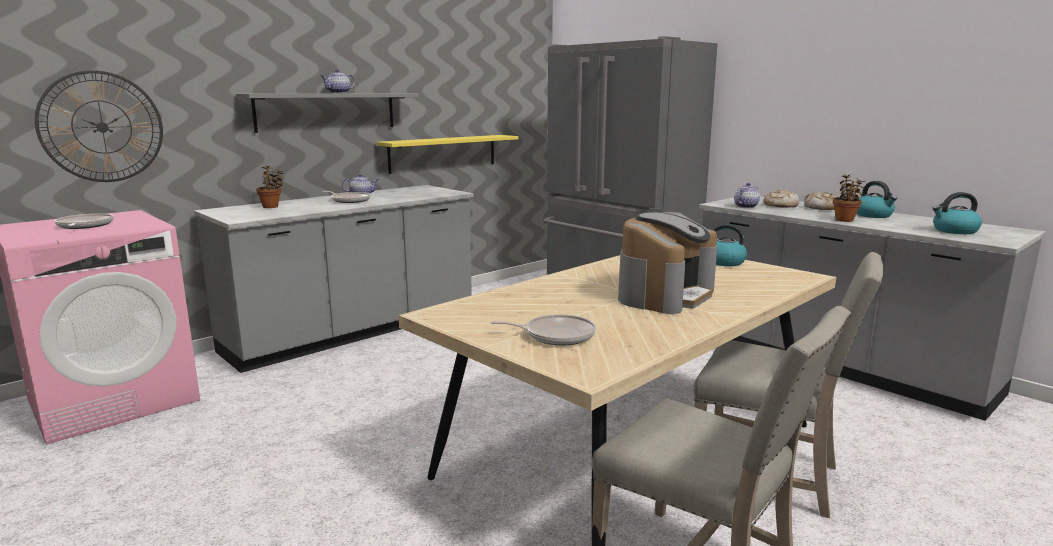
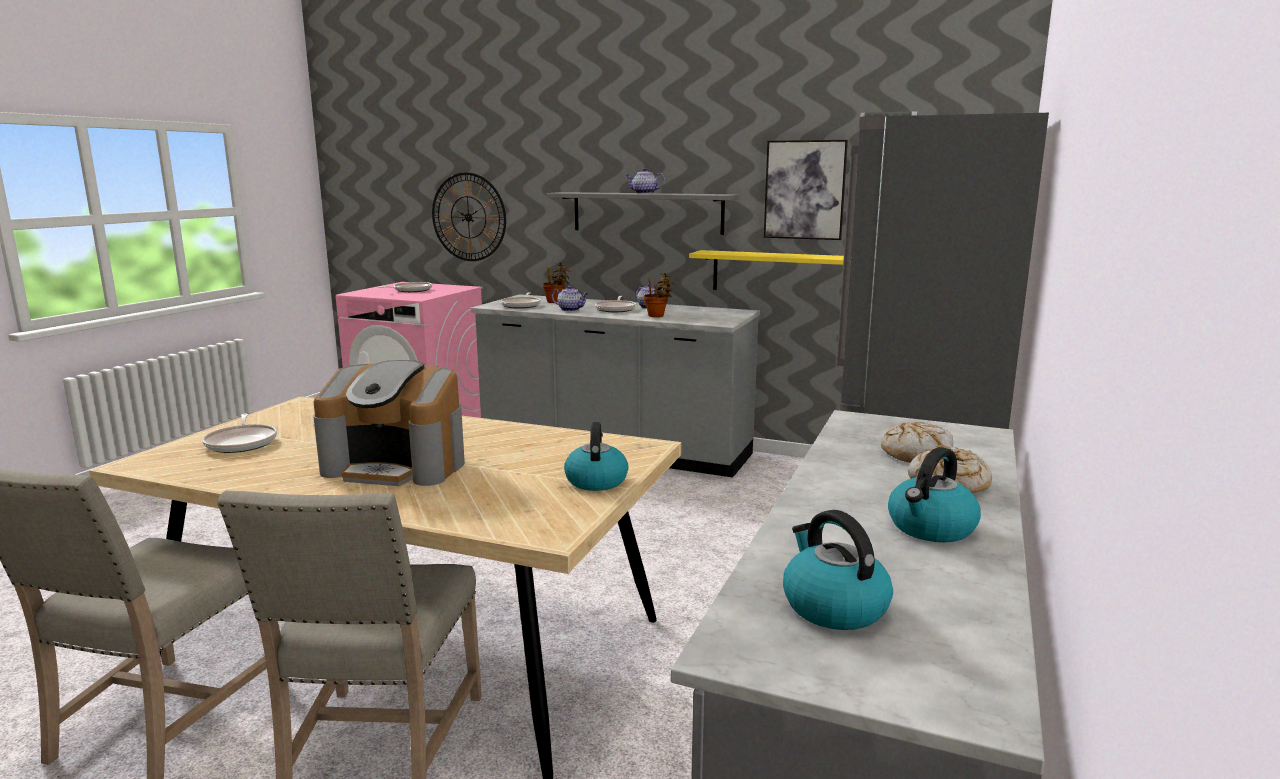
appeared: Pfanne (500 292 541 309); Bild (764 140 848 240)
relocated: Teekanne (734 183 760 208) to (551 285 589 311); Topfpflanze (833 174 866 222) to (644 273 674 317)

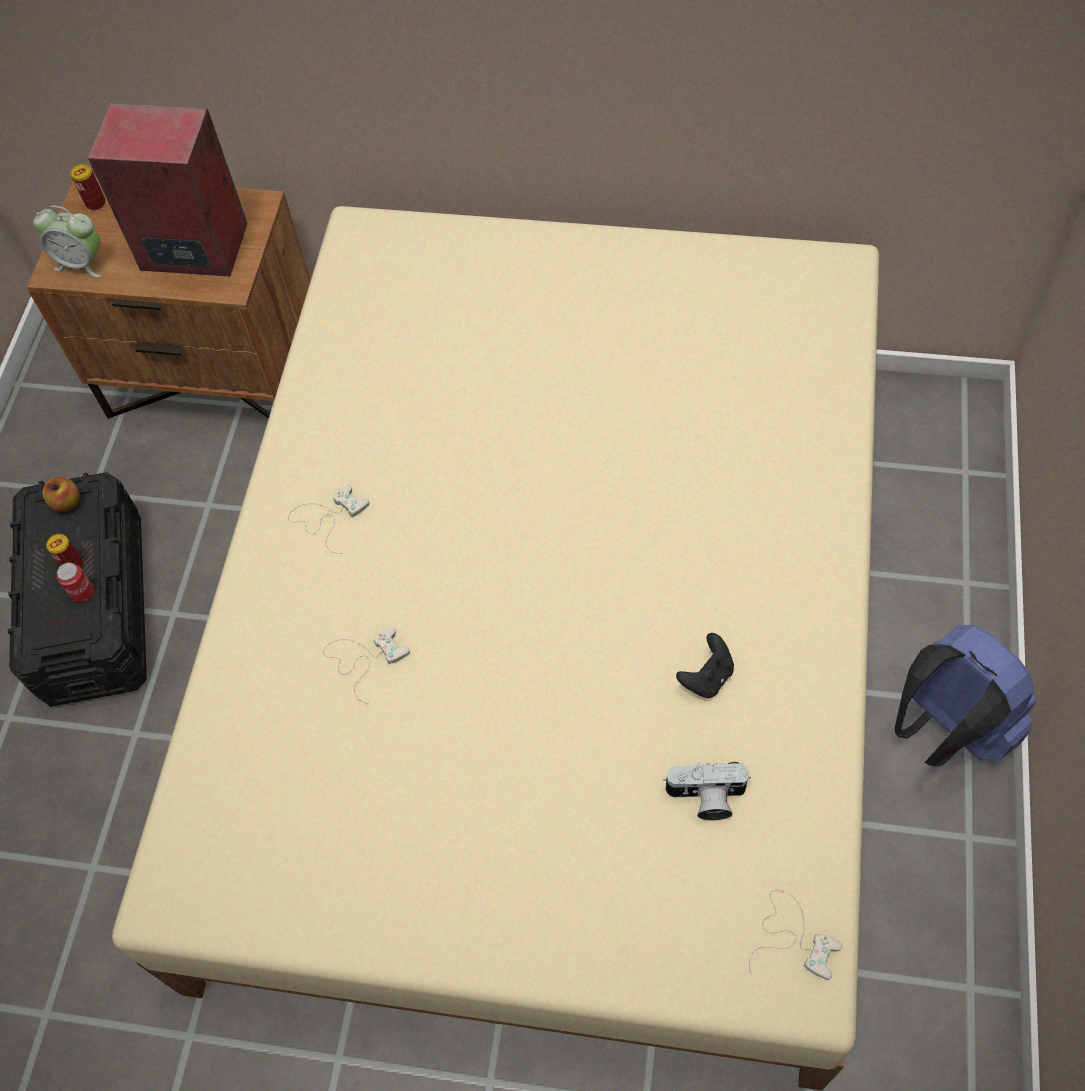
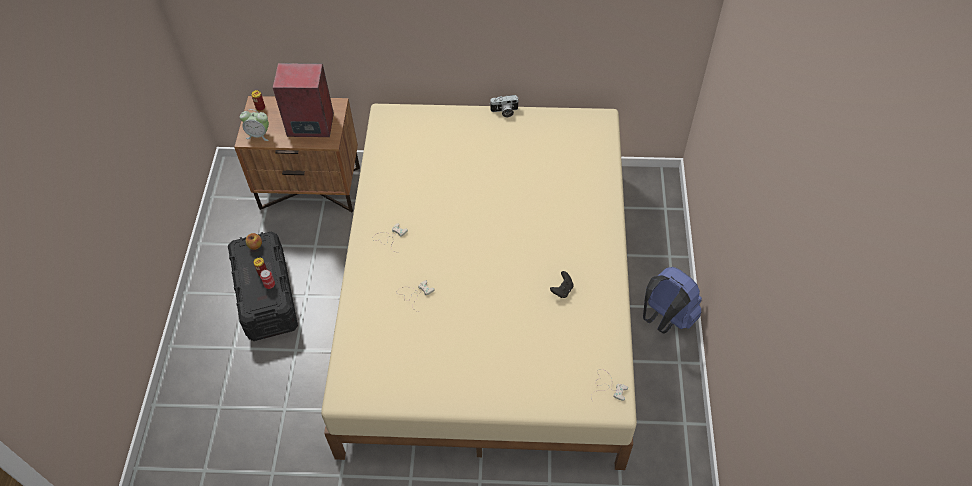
relocated: Kamera (663 762 751 820) to (489 95 519 117)

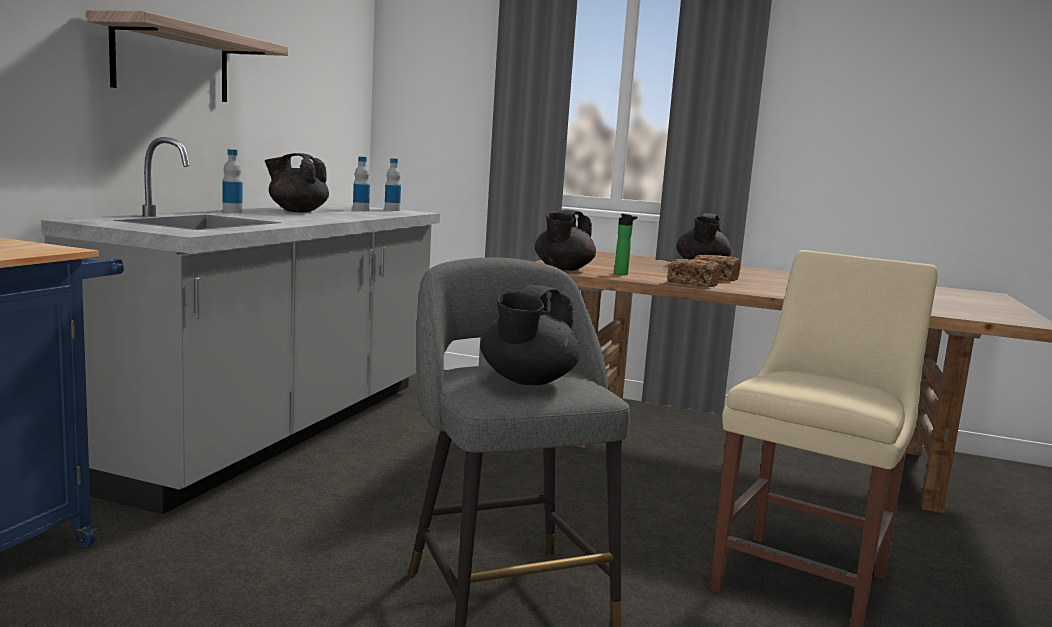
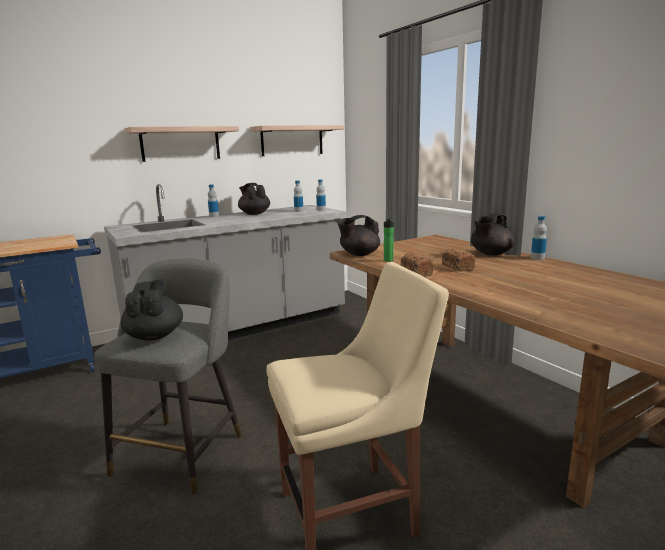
appeared: Wandregal (250 125 344 156); Flasche (531 216 547 260)
spun: Teekanne (schwarz) (480 284 580 385) = (120 279 183 341) 105 degrees clockwise

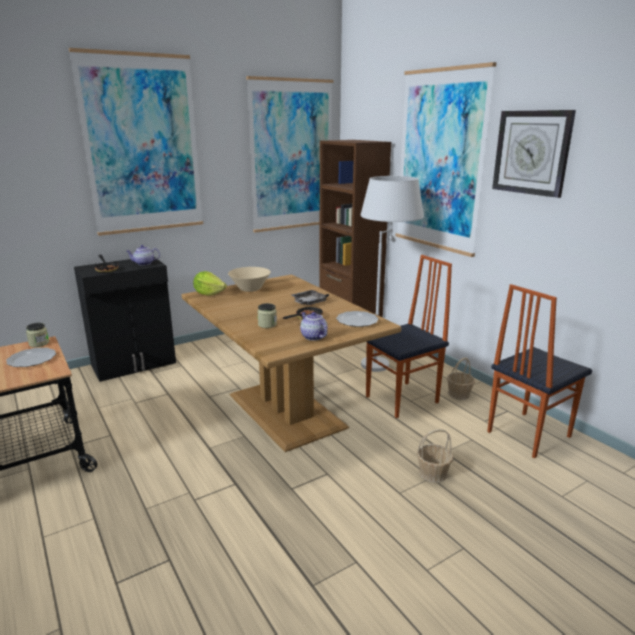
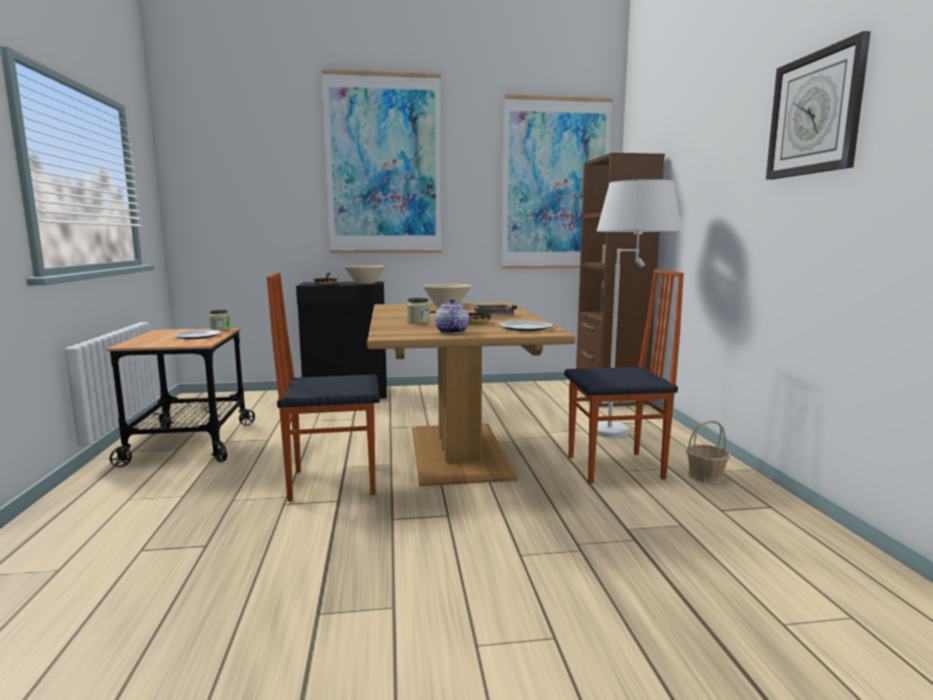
missing: Salatkopf (193 271 227 296); Bild (395 62 497 257); Korb (417 429 453 483)
relocated: Stuhl (487 284 592 458) to (267 272 380 501)
exchanged: Teekanne (126 245 160 266) to Schüssel (beige) (344 265 385 284)

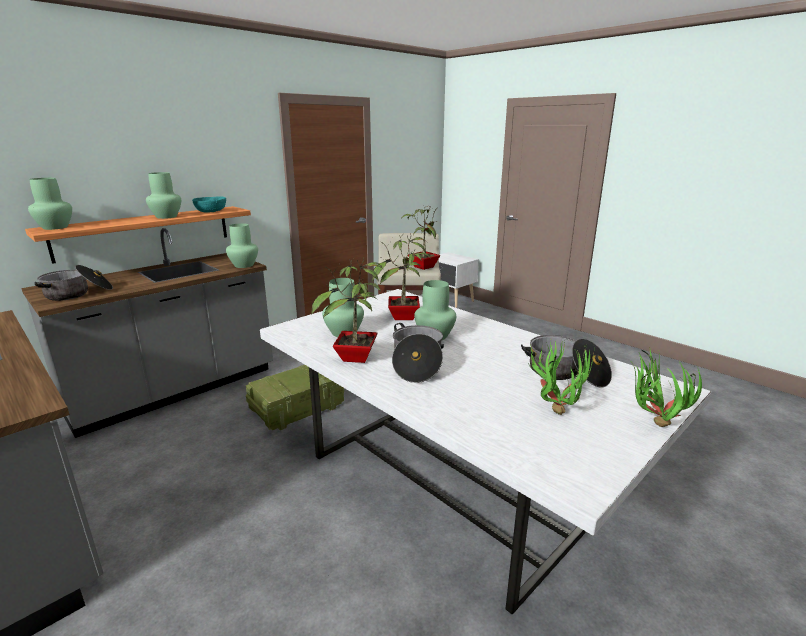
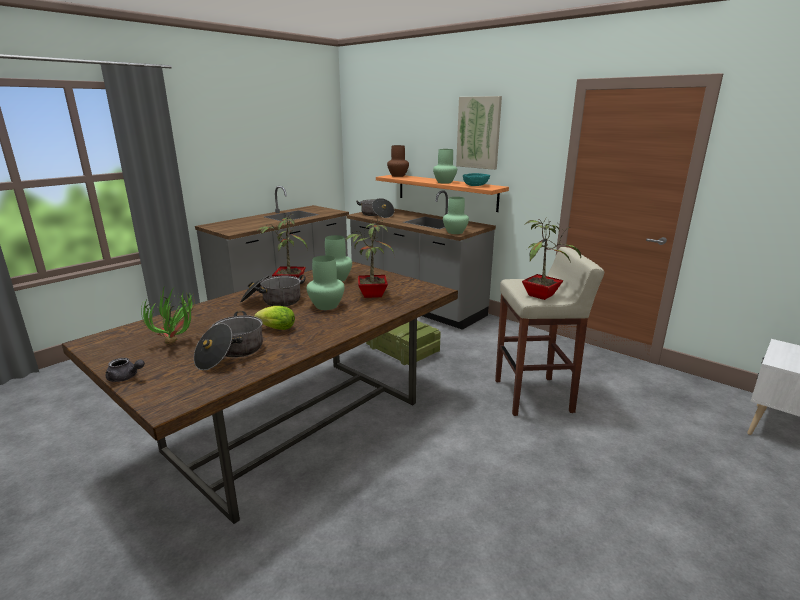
appeared: Salatkopf (254 306 295 330); Bild (456 96 502 170)
exchanged: Topfpflanze (632 347 702 427) to Teekanne (grau) (106 358 145 382)
colour: Vase (grün) (28 178 72 230) to Vase (braun) (387 145 409 177); Esstisch (weiß) (260 289 711 615) to Esstisch (braun) (62 261 458 524)

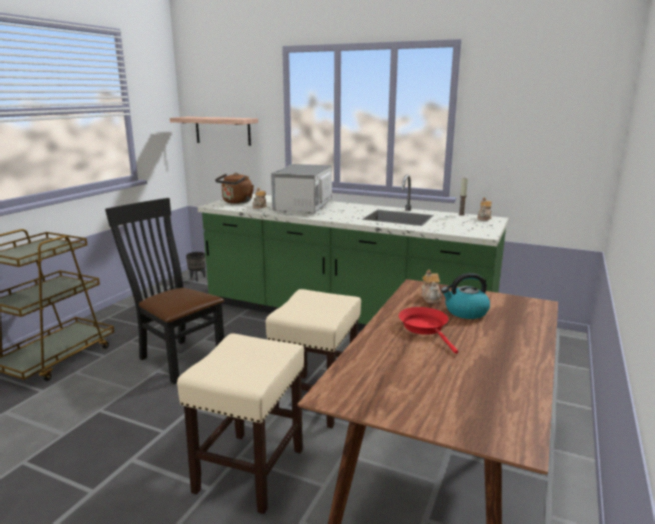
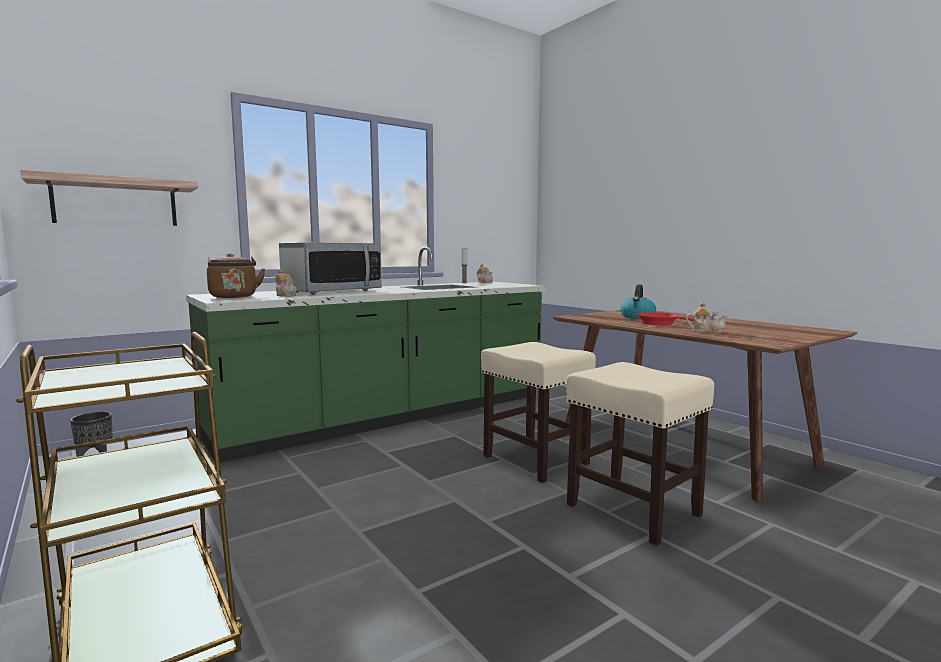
missing: Stuhl (schwarz) (105 198 224 384)
relocated: Teekanne (422 269 442 303) to (686 302 728 333)
spun: Mikrowelle (271 164 332 213) = (279 243 382 294) 90 degrees counterclockwise

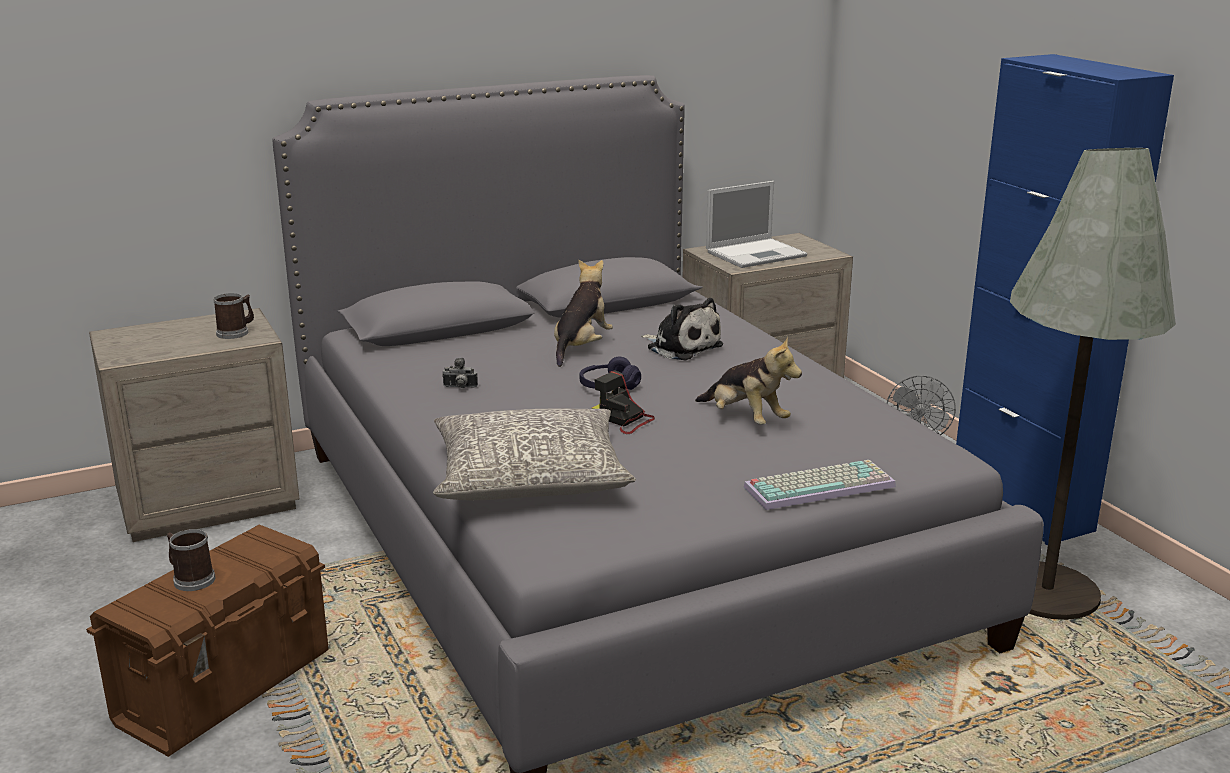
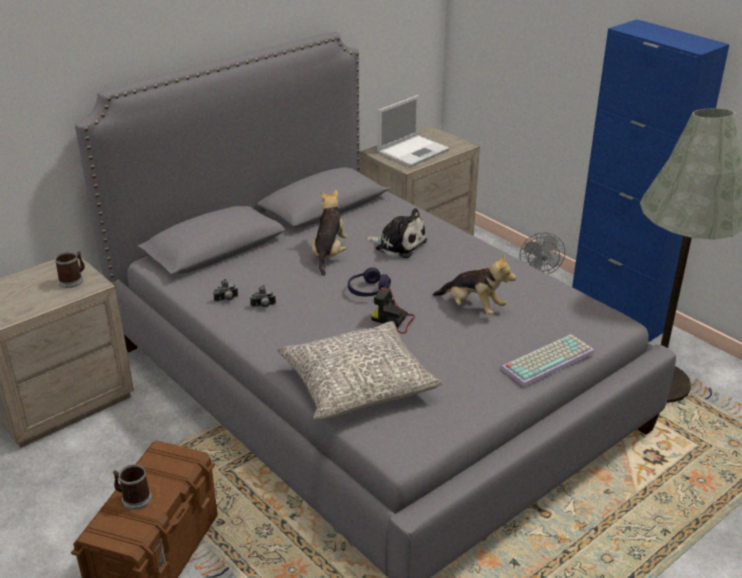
appeared: Kamera (213 279 238 302)

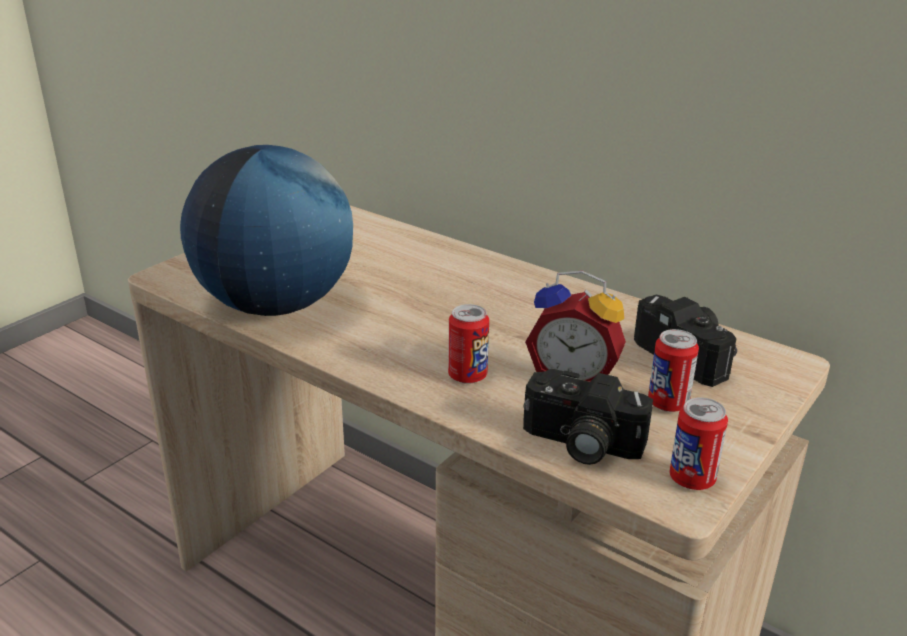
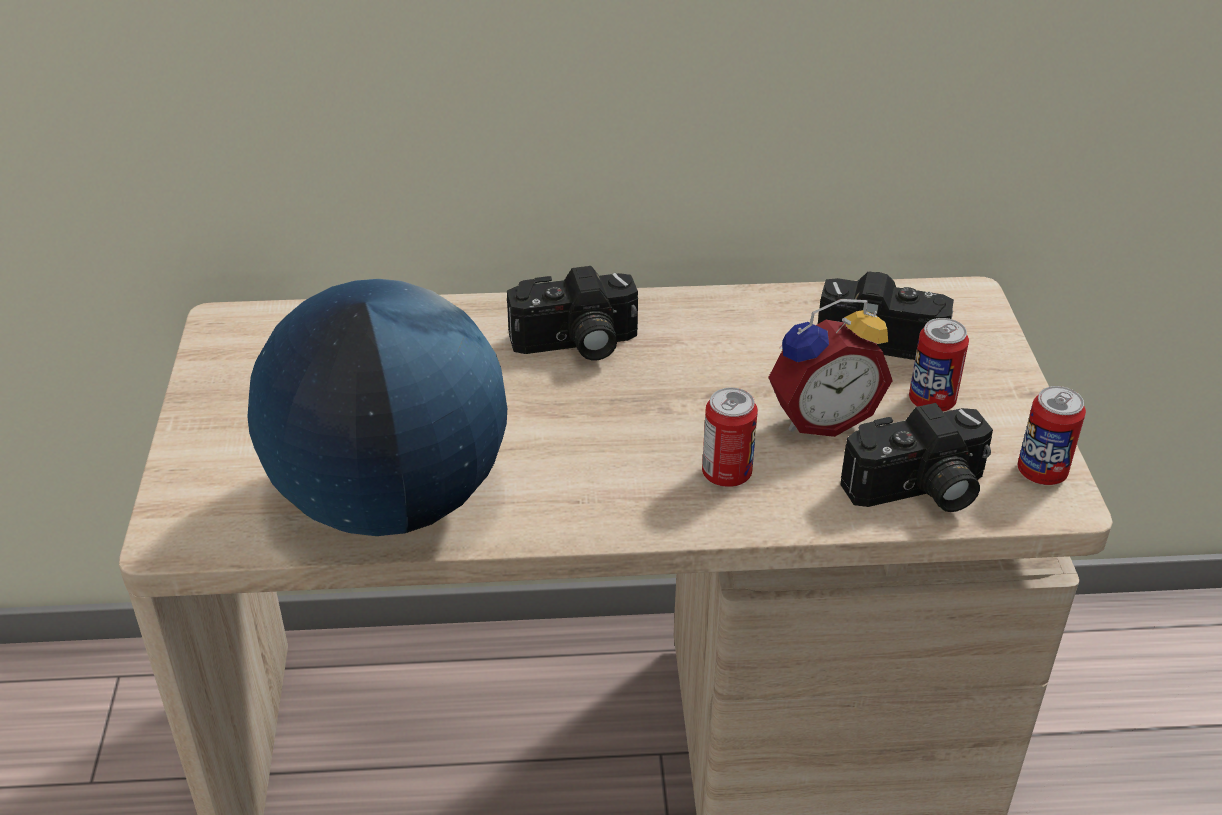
appeared: Kamera (507 266 638 360)

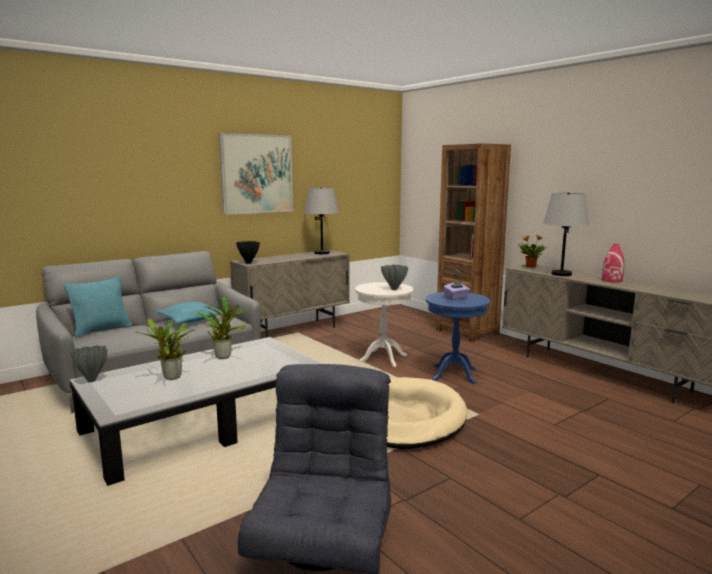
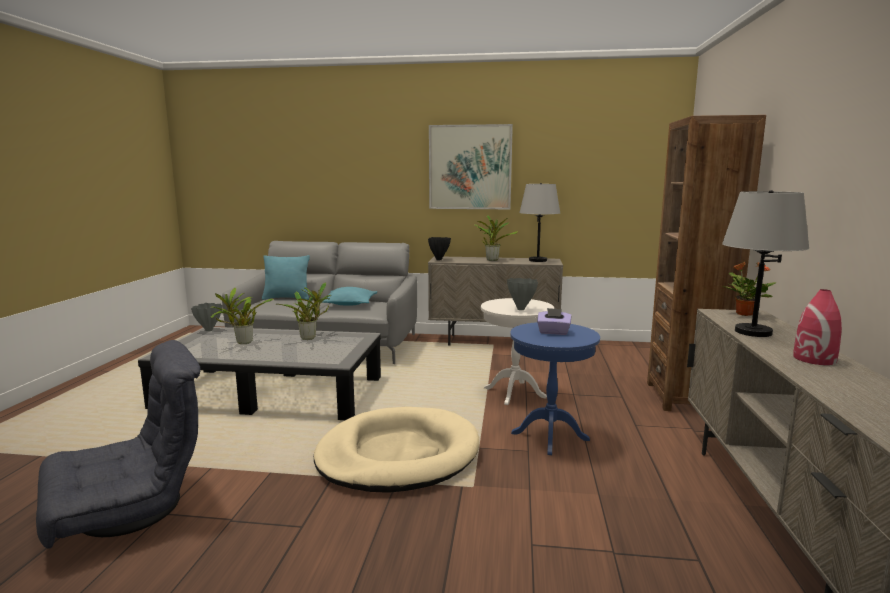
appeared: Topfpflanze (475 215 518 261)

